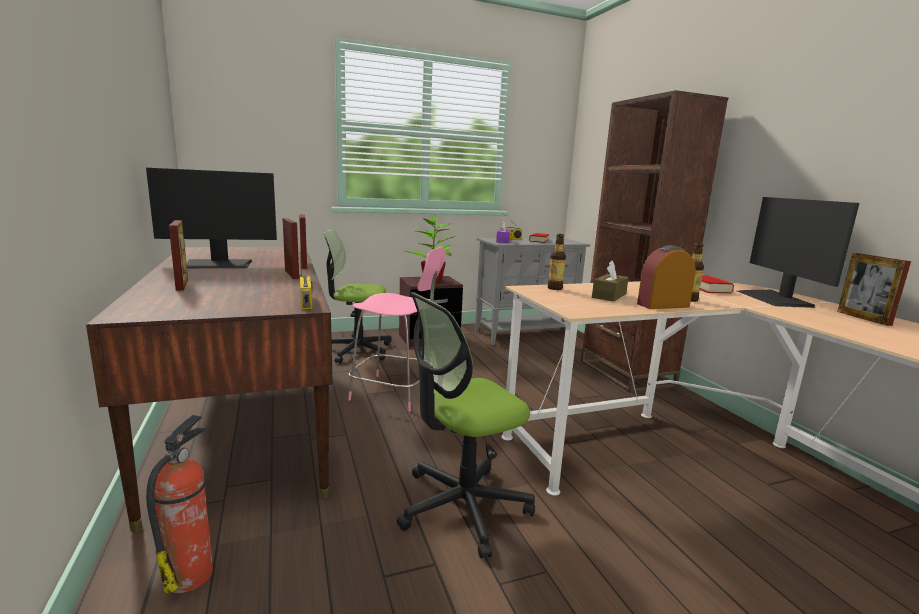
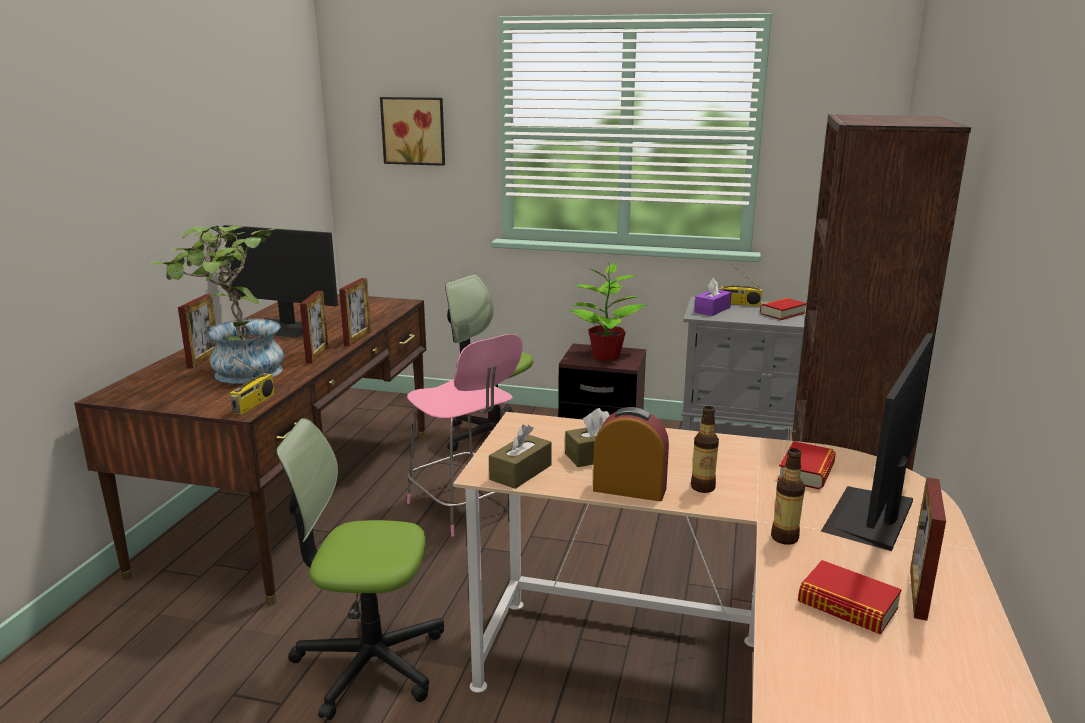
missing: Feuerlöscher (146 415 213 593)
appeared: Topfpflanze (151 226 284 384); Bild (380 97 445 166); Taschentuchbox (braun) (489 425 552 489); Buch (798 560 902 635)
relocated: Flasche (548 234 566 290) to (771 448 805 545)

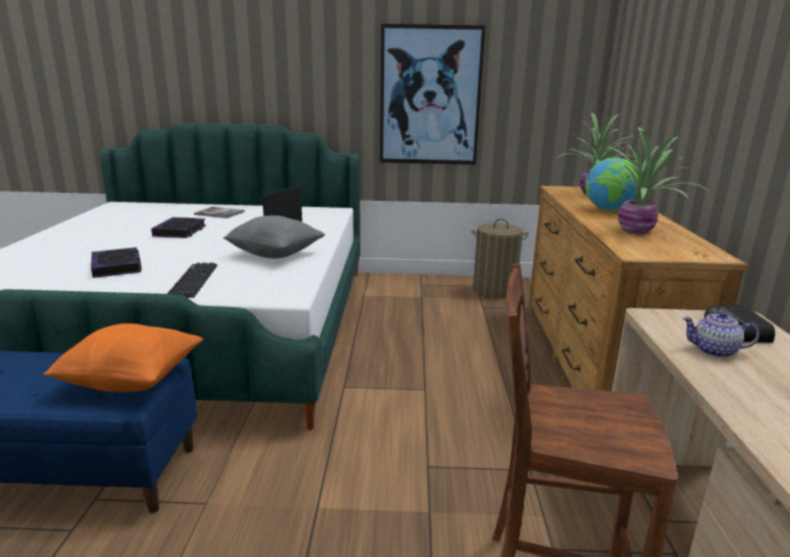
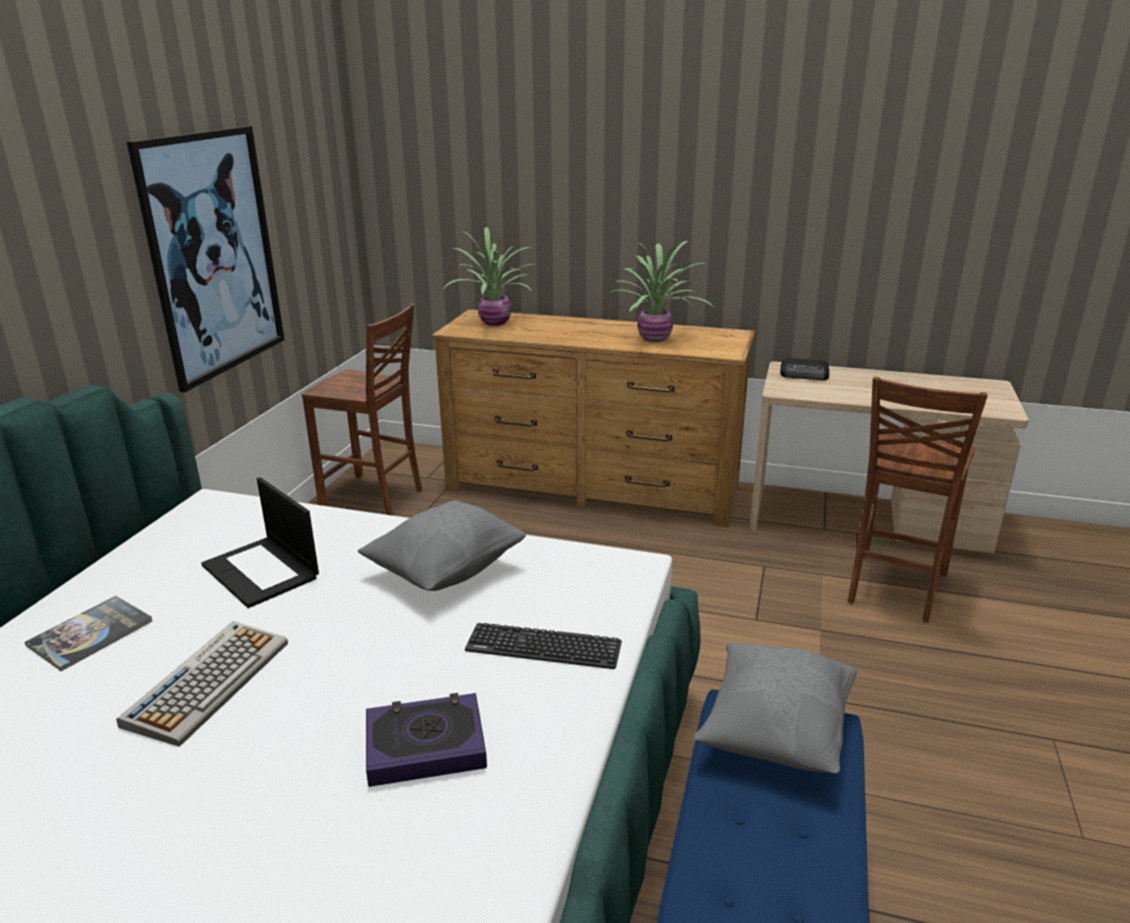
missing: Globus (585 158 638 211); Teekanne (682 312 760 358)
exchanged: Buch (151 217 206 238) to Tastatur (116 621 288 747); Wäschekorb (471 219 528 298) to Stuhl (braun) (302 304 422 516)
colour: Kissen (orange) (44 323 203 392) to Kissen (grau) (694 642 857 774)

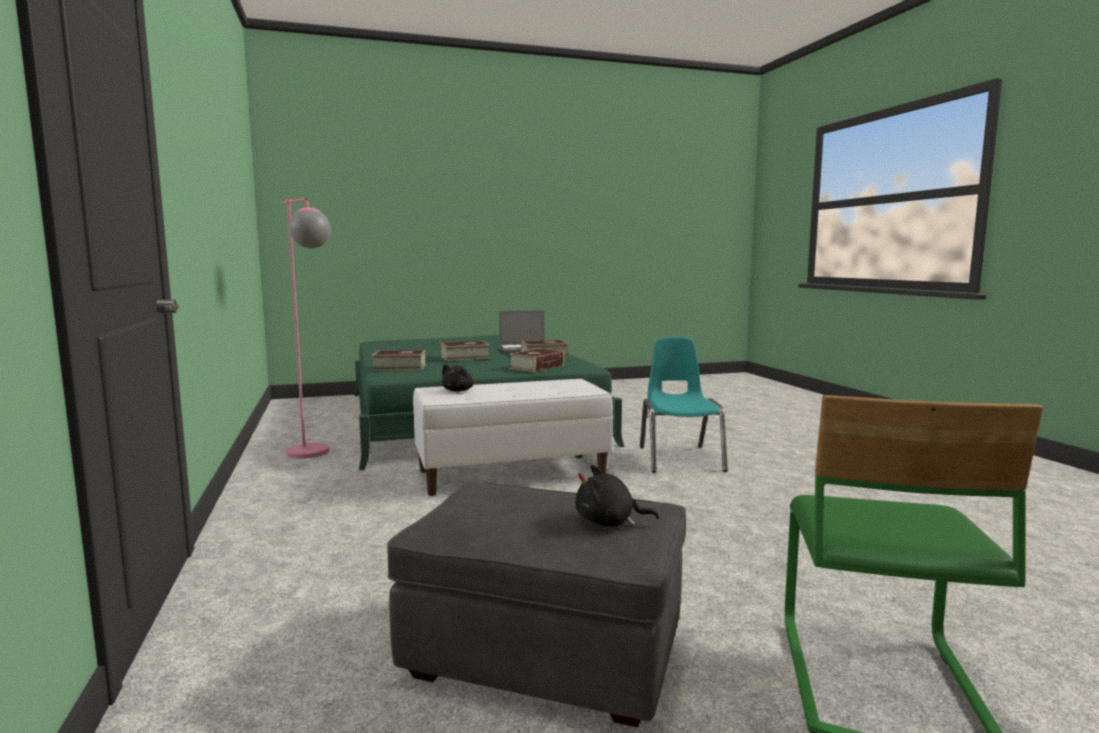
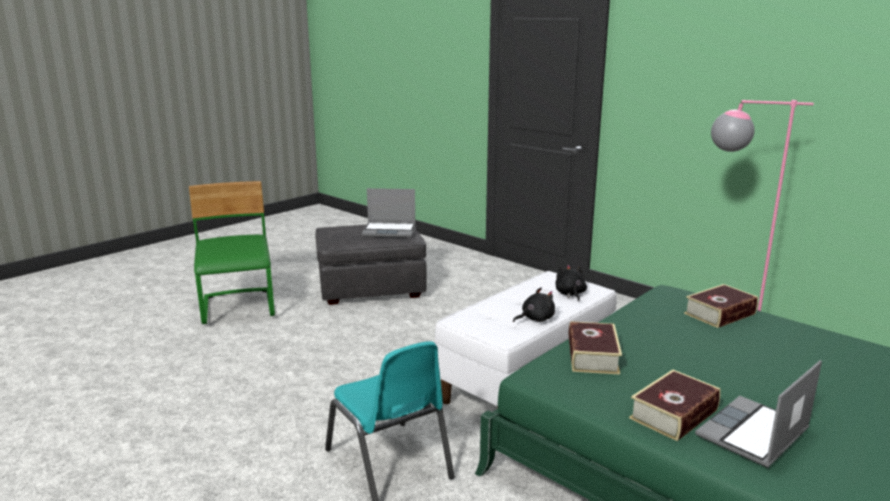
missing: Buch (440 341 490 361)
appeared: Laptop (362 188 416 238)
relocated: Plüschtier (schwarz) (575 465 659 526) to (513 287 555 322)

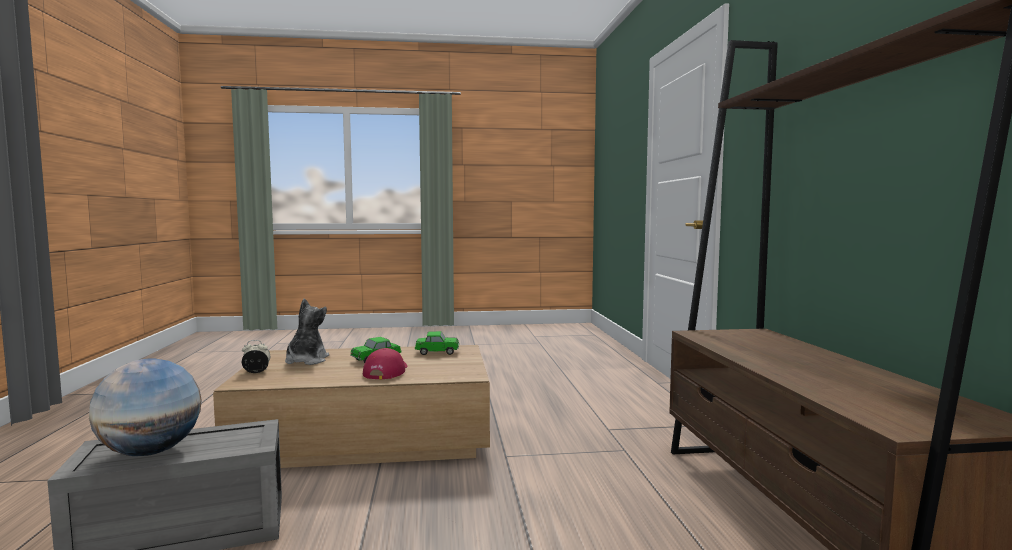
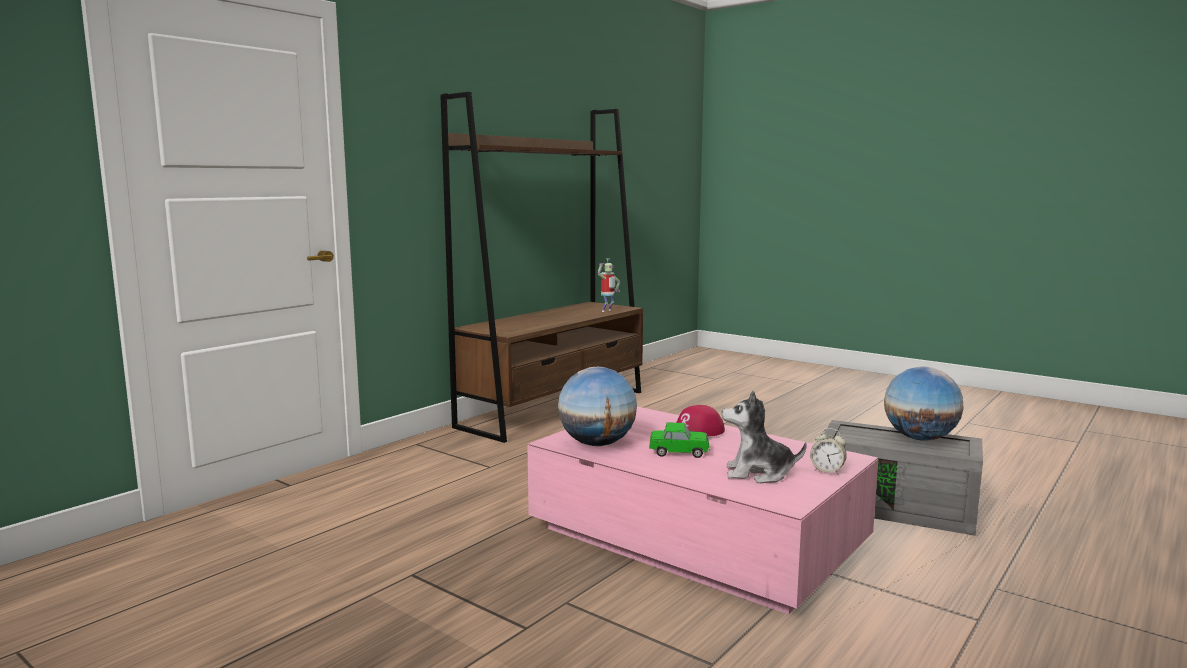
appeared: Spielzeugroboter (598 258 620 312)
exchanged: Spielzeugauto (415 331 459 355) to Globus (558 367 637 446)
colour: Couchtisch (braun) (213 345 490 468) to Couchtisch (rosa) (527 406 878 615)
spun: Plüschtier (285 298 329 365) = (722 391 807 483) 45 degrees clockwise

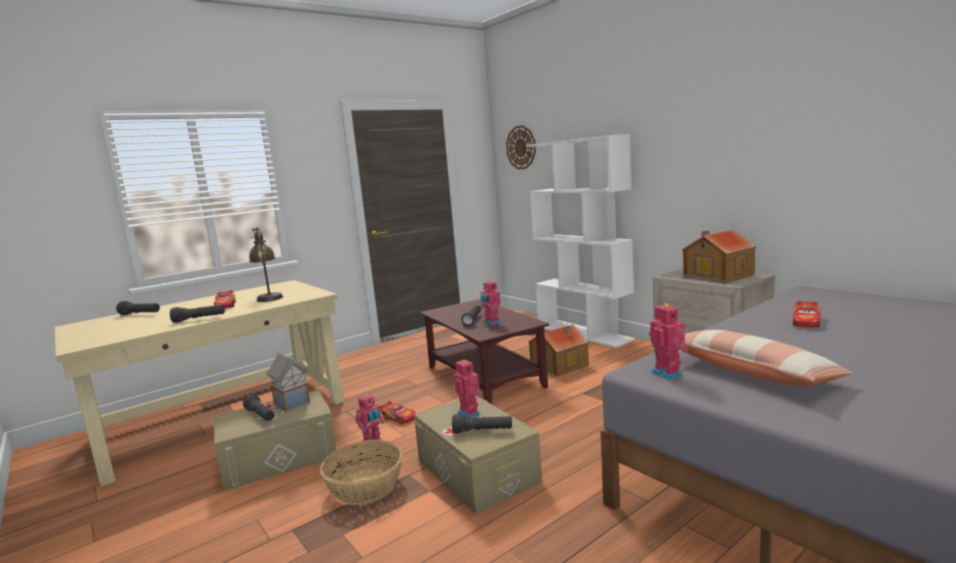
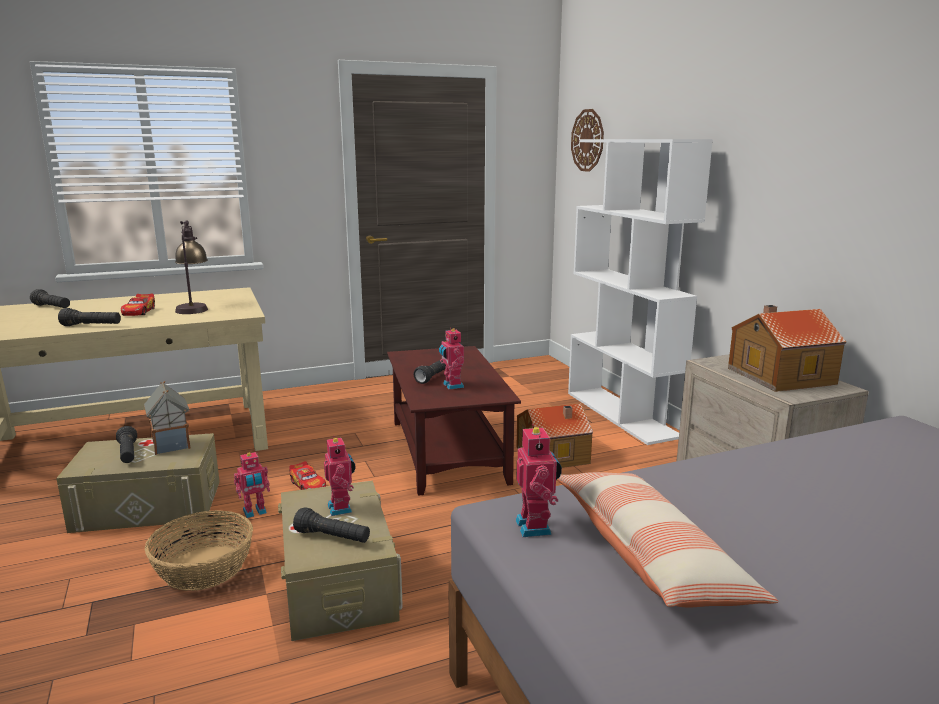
missing: Spielzeugauto (793 301 821 327)

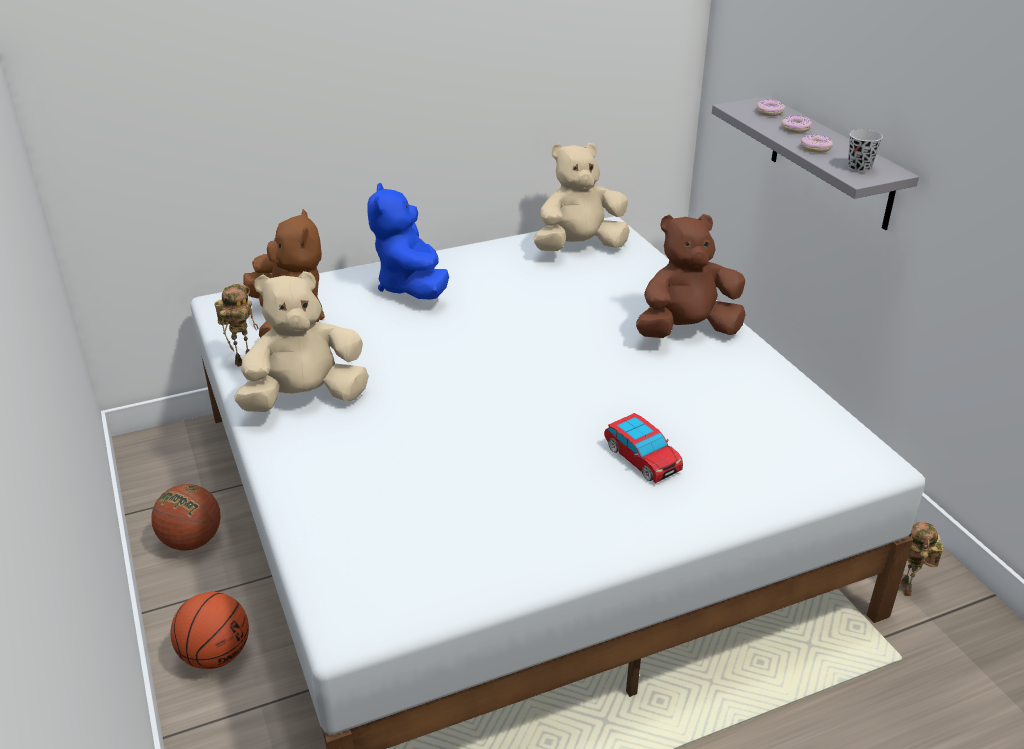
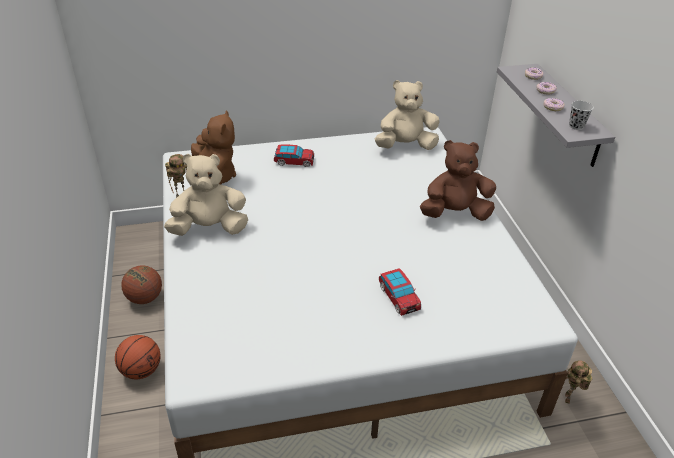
exchanged: Plüschtier (blau) (367 183 449 300) to Spielzeugauto (274 144 314 167)

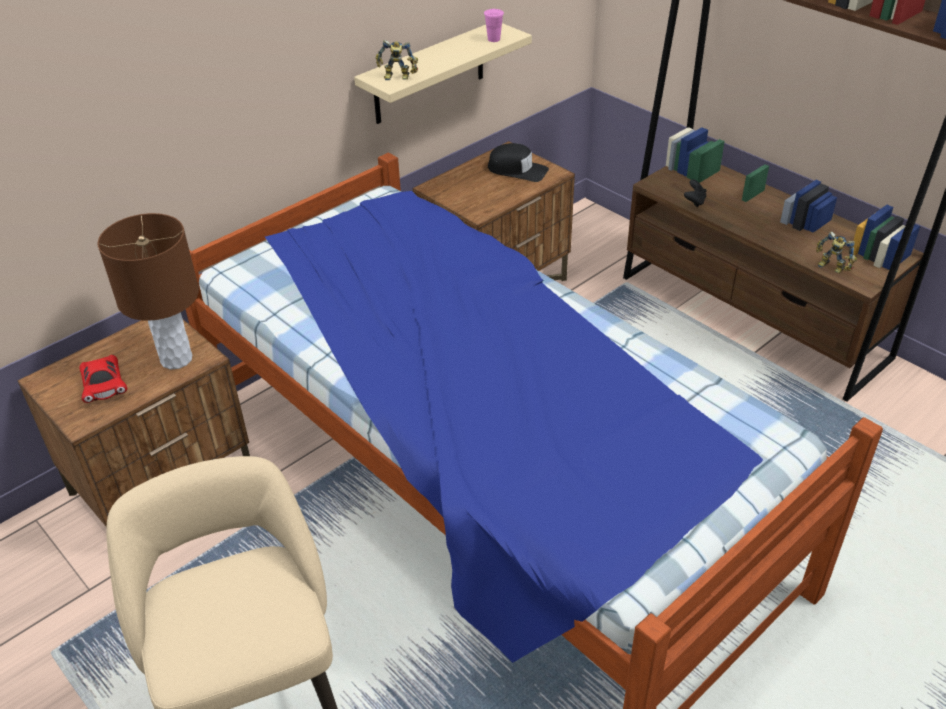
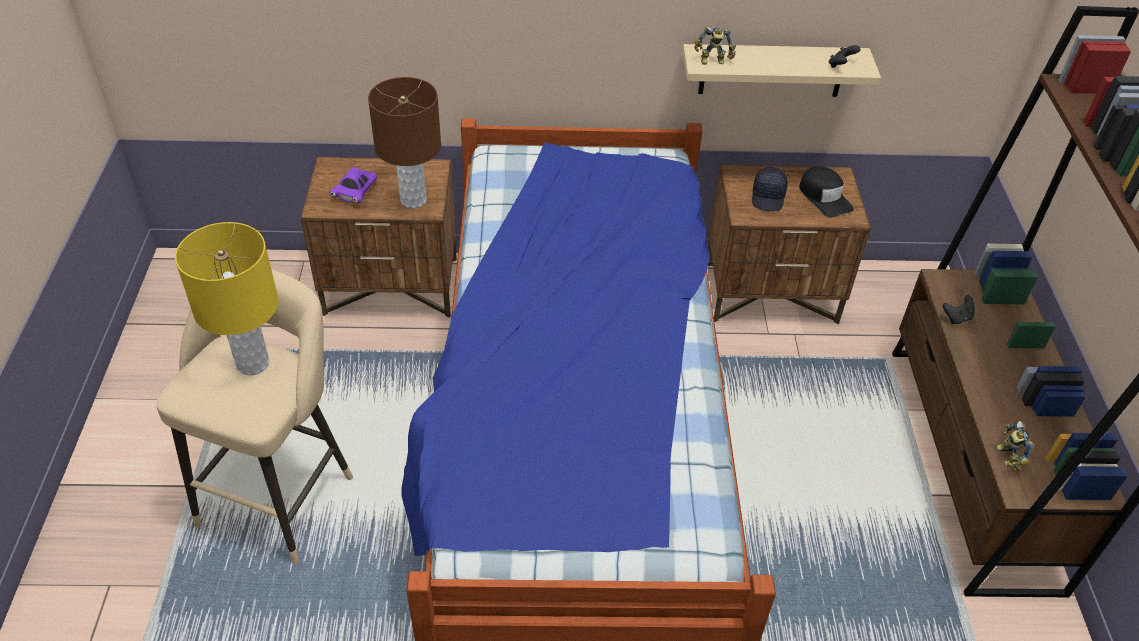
appeared: Tischlampe (gelb) (175 222 279 376); Kappe (schwarz) (752 167 788 212)
exchanged: Tasse (rosa) (484 9 504 42) to Gamepad (schwarz) (829 45 861 68)
colour: Spielzeugauto (rot) (79 355 127 403) to Spielzeugauto (lila) (329 167 377 204)
spun: Spielzeugroboter (375 40 418 80) = (694 27 736 65) 45 degrees counterclockwise

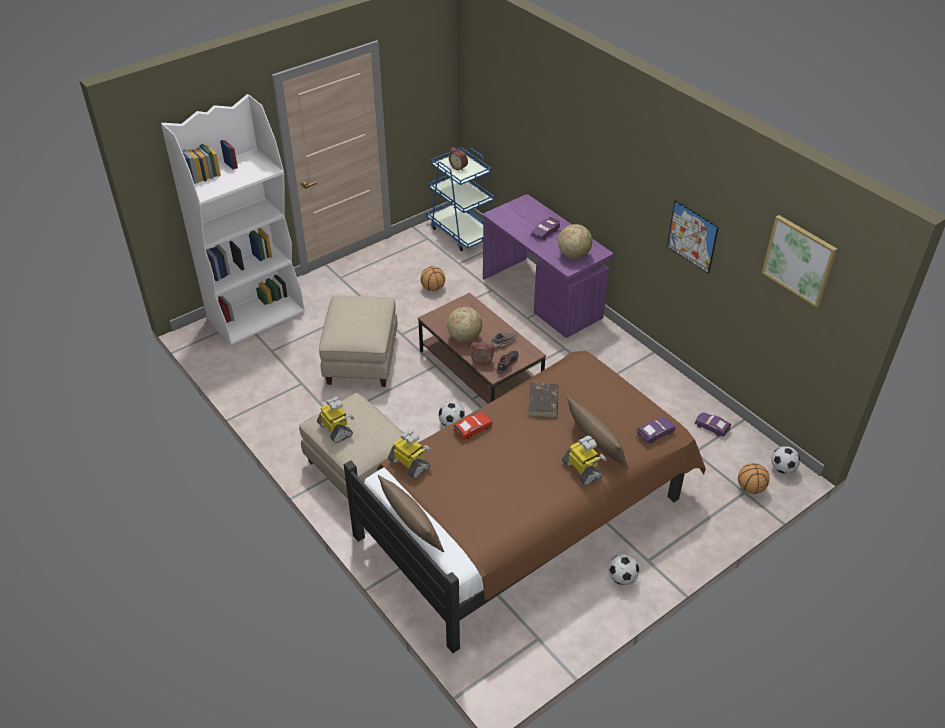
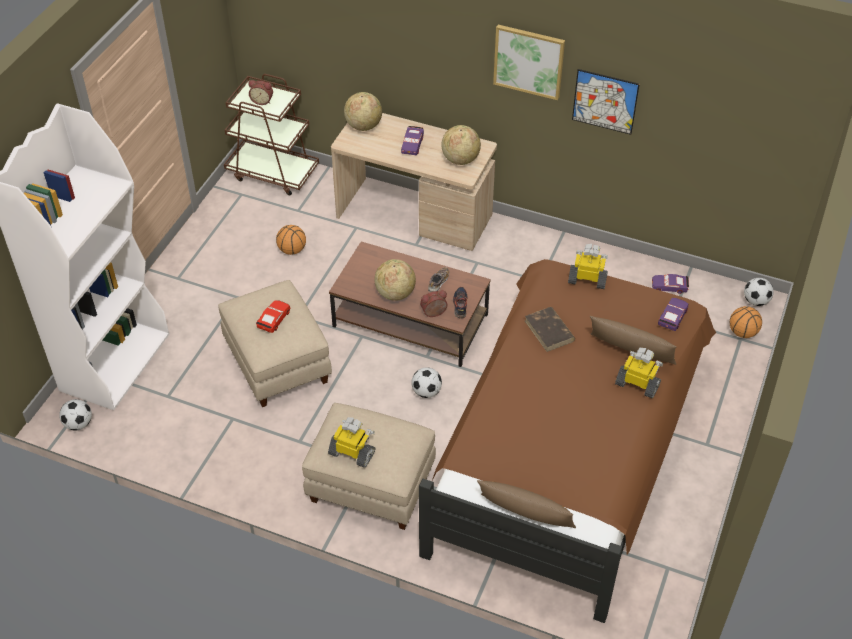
appeared: Globus (344 92 382 131)
relocated: Spielzeugroboter (388 429 431 479) to (568 244 608 289); Spielzeugauto (rot) (453 412 493 440) to (256 300 290 333); Fußball (608 554 639 585) to (59 399 92 431); Bild (762 215 837 307) to (493 25 565 100)
colour: Rollwagen (blau) (426 147 494 251) to Rollwagen (braun) (224 74 319 195); Schreibtisch (lila) (483 194 613 338) to Schreibtisch (beige) (331 113 497 251)

